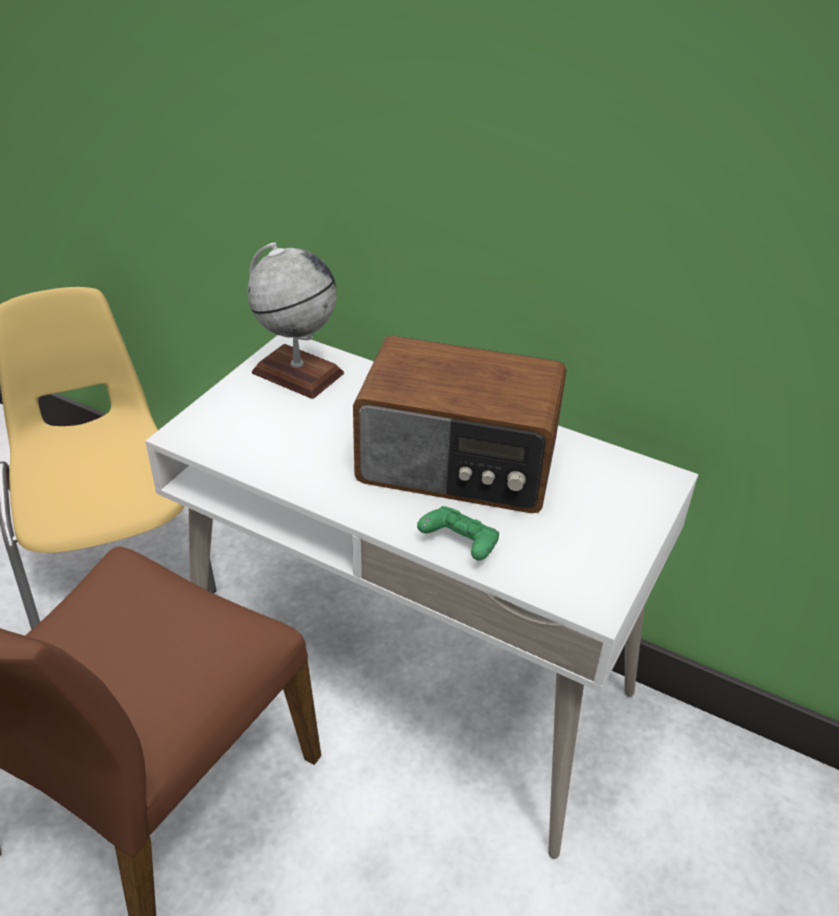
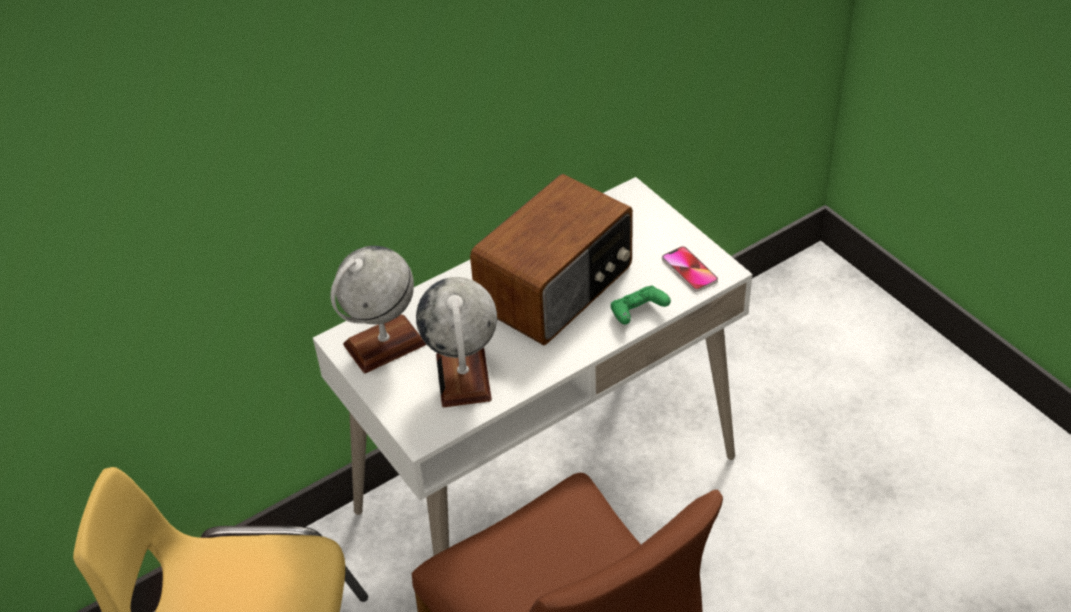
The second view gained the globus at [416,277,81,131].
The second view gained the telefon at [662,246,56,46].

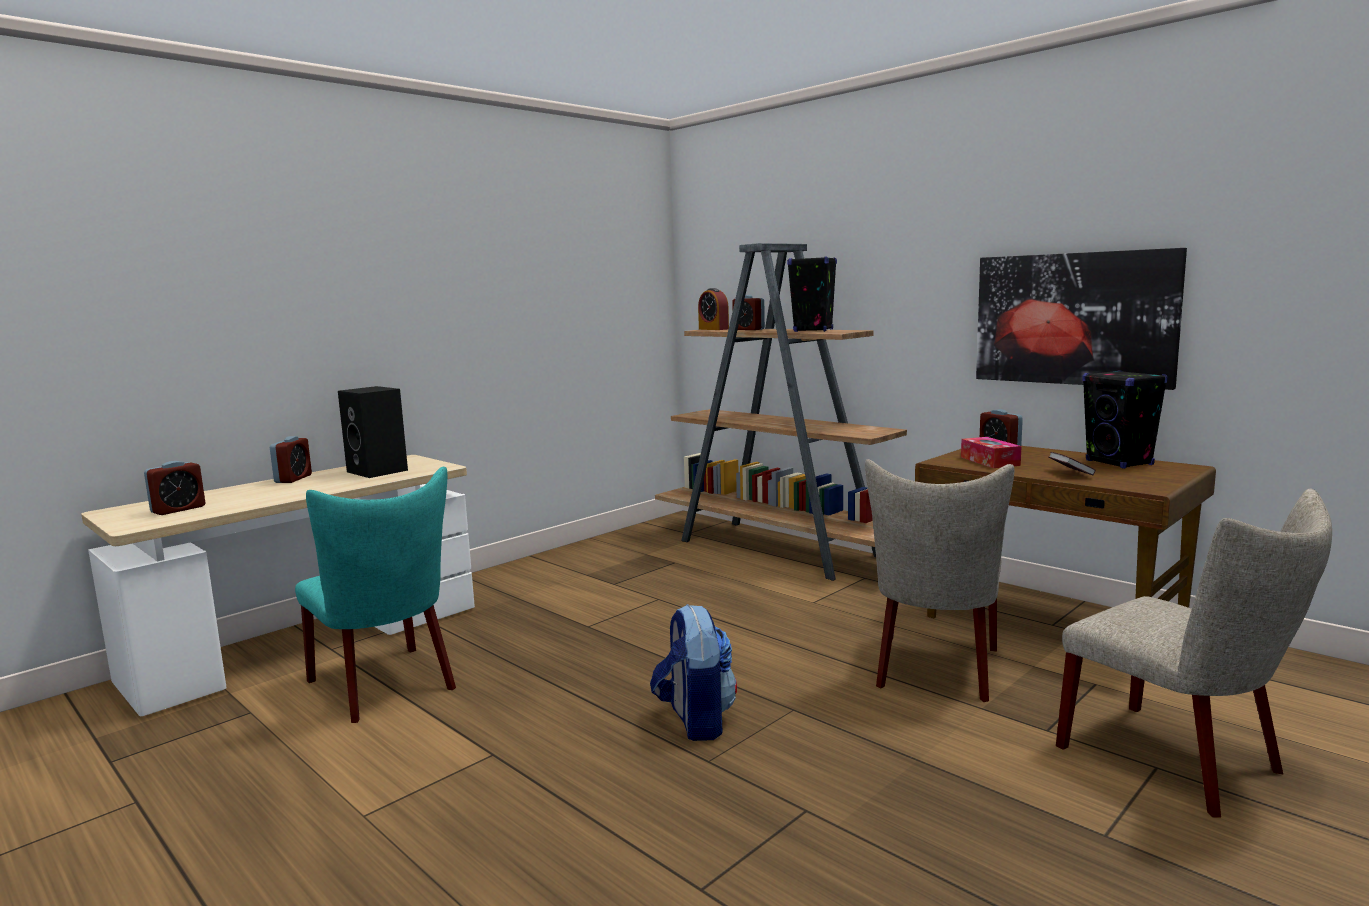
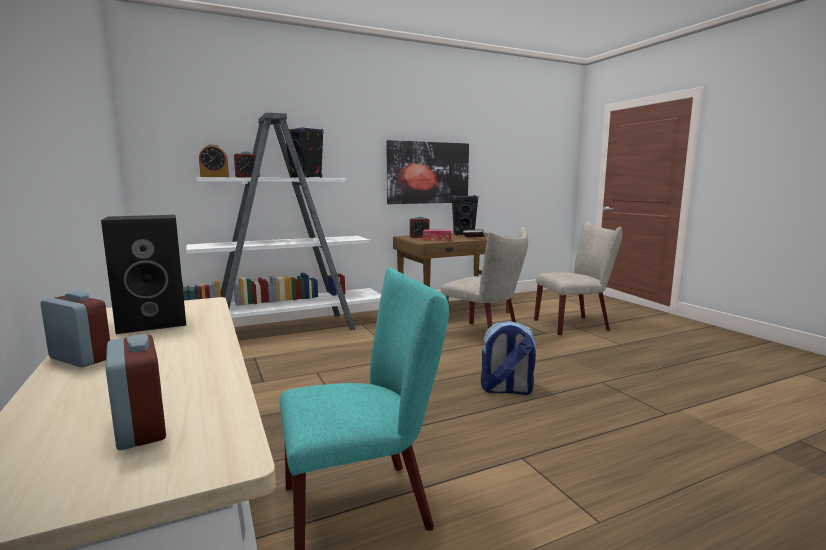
What was the regał [brązowy] at [655,243,252,338] turned into the regał [biały] at [182,112,199,218].

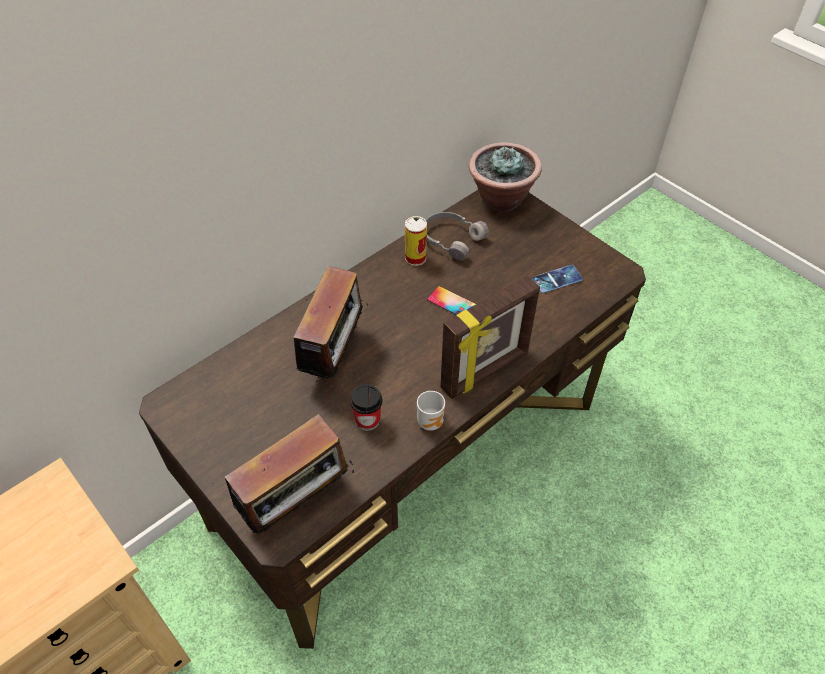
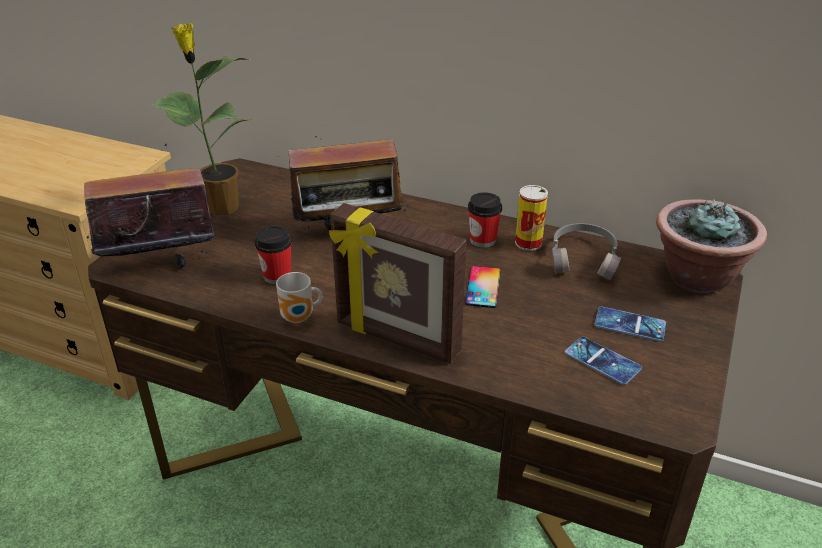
The radio at [225,414,129,120] ended up facing another way, 135 degrees clockwise from before.
The second view gained the roślina doniczkowa at [150,23,102,192].
The second view gained the filiżanka at [468,192,34,56].
The second view gained the telefon at [594,306,72,35].

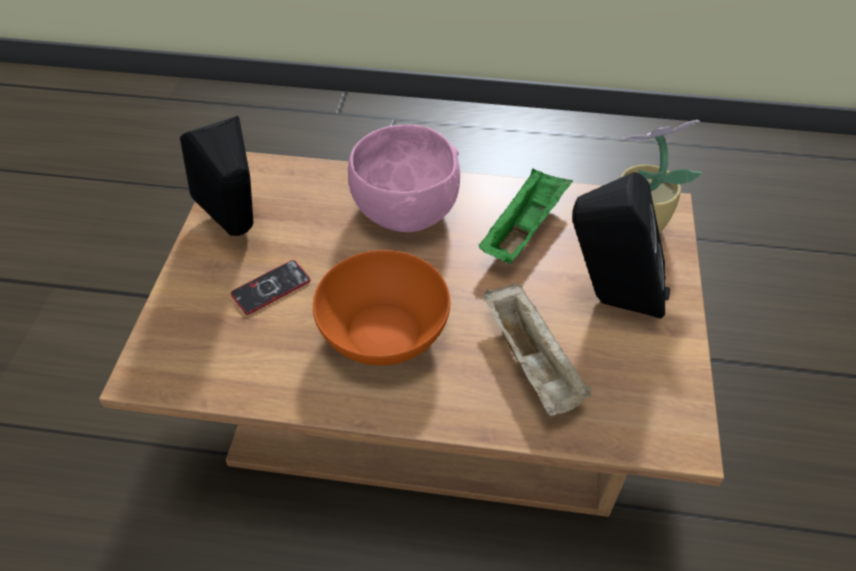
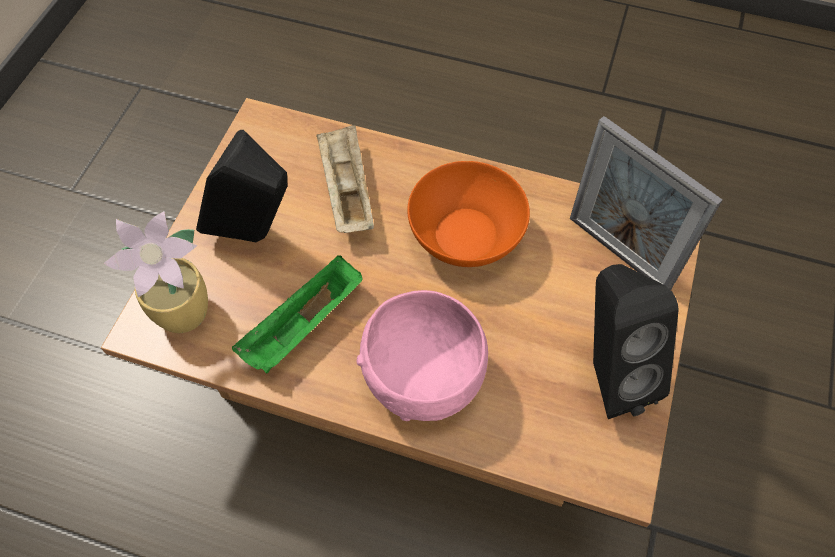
The second view lost the telefon at [231,260,80,54].
The second view gained the ramka na zdjęcie at [570,116,152,174].

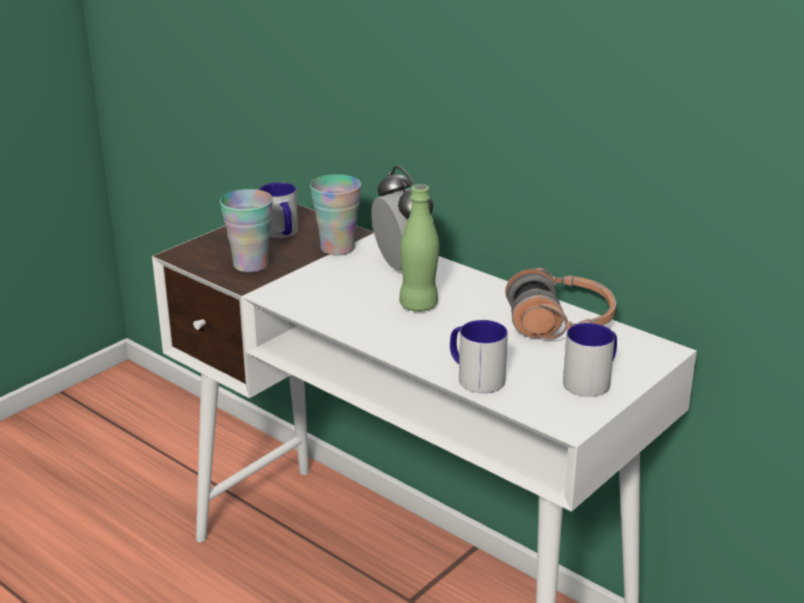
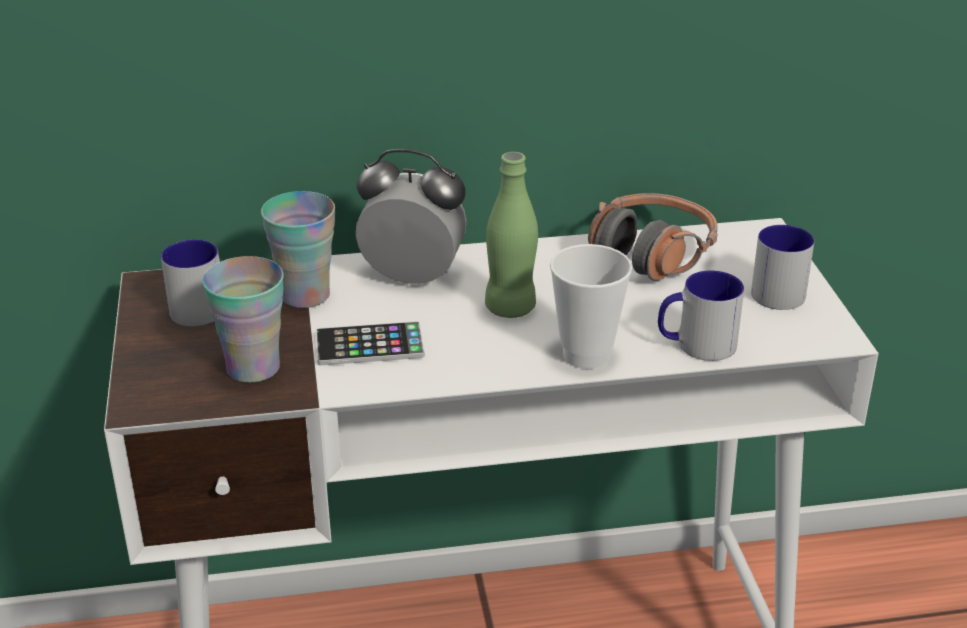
The second view gained the telefon at [316,321,109,44].
The second view gained the filiżanka at [550,244,82,125].

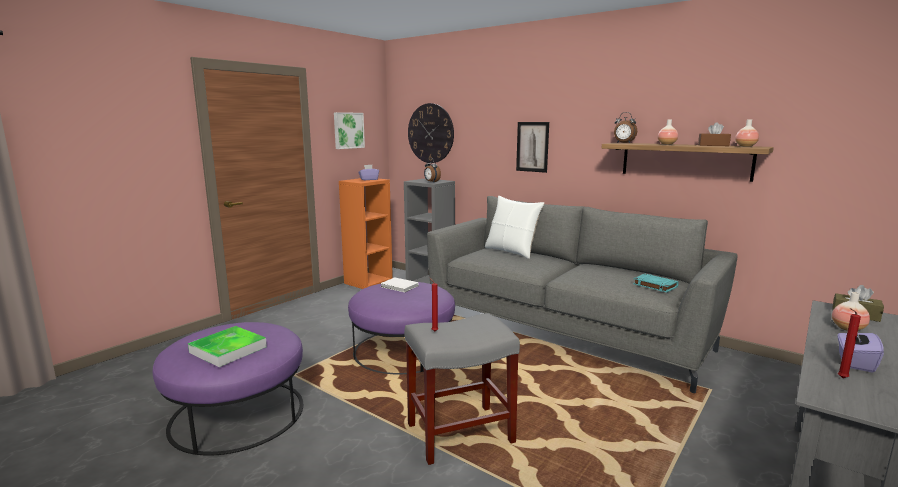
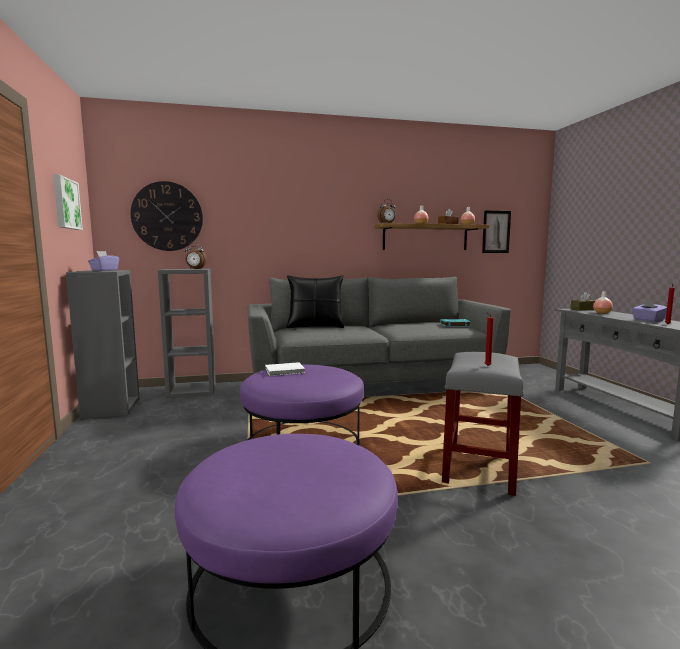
The second view lost the taca at [188,326,79,41].
What was the regał [pomarańczowy] at [339,178,54,111] turned into the regał [szary] at [66,270,74,149].
What was the poduszka [biały] at [485,196,59,63] turned into the poduszka [czarny] at [287,275,57,53].
The obraz ended up elsewhere, having gone from [516,122,33,51] to [482,210,29,43].

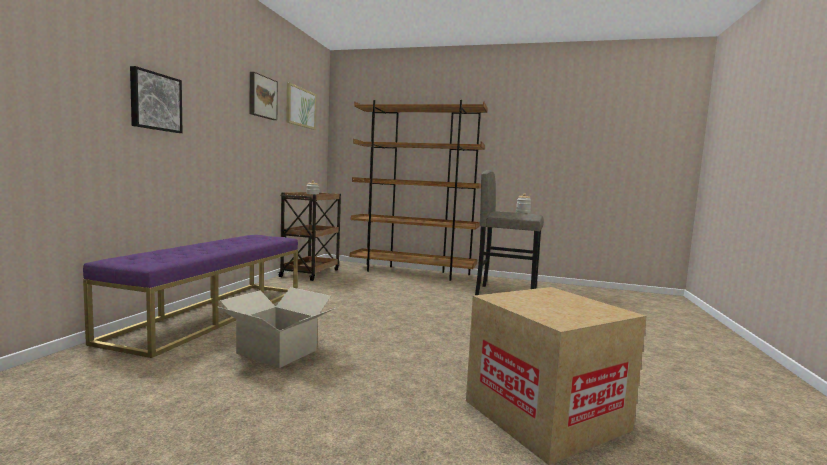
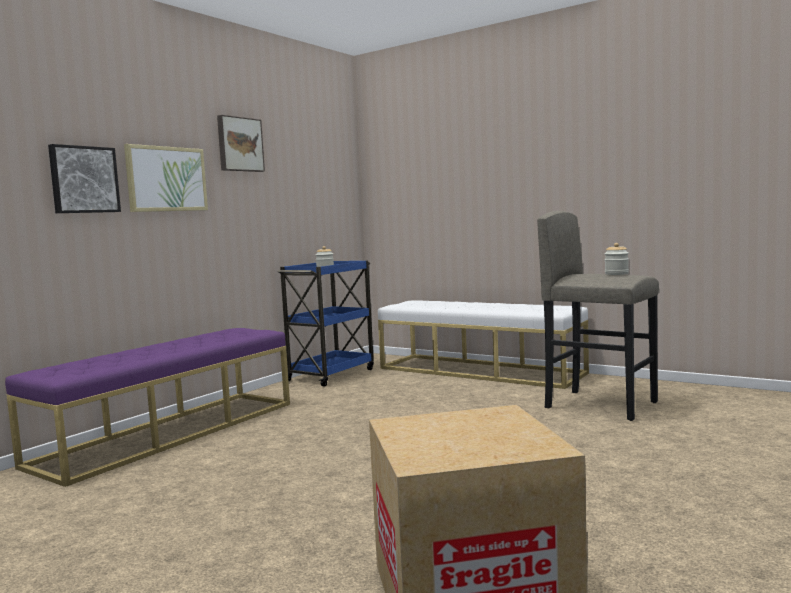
The second view lost the karton at [218,287,117,81].
What was the wózek [brązowy] at [277,192,64,89] turned into the wózek [niebieski] at [277,261,97,126].
The obraz ended up elsewhere, having gone from [286,83,30,47] to [124,144,84,68].
Where the regał [brązowy] stood at [350,100,138,181], the ławka [biały] came to stand at [378,300,211,89].

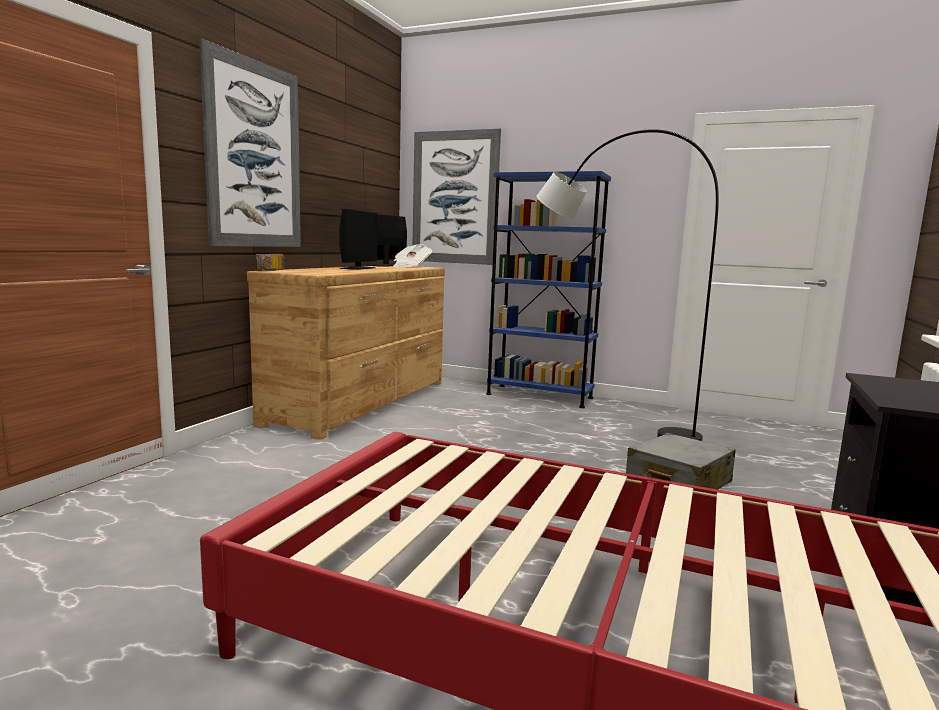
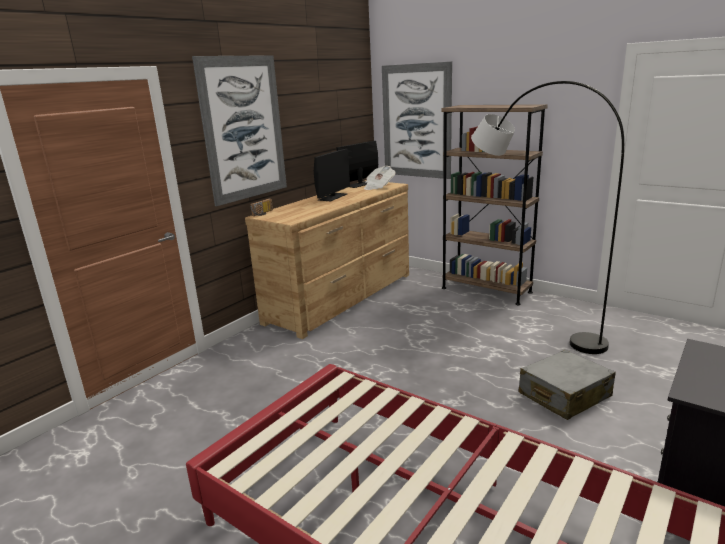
What was the regał [niebieski] at [486,171,125,237] turned into the regał [brązowy] at [441,104,107,201].

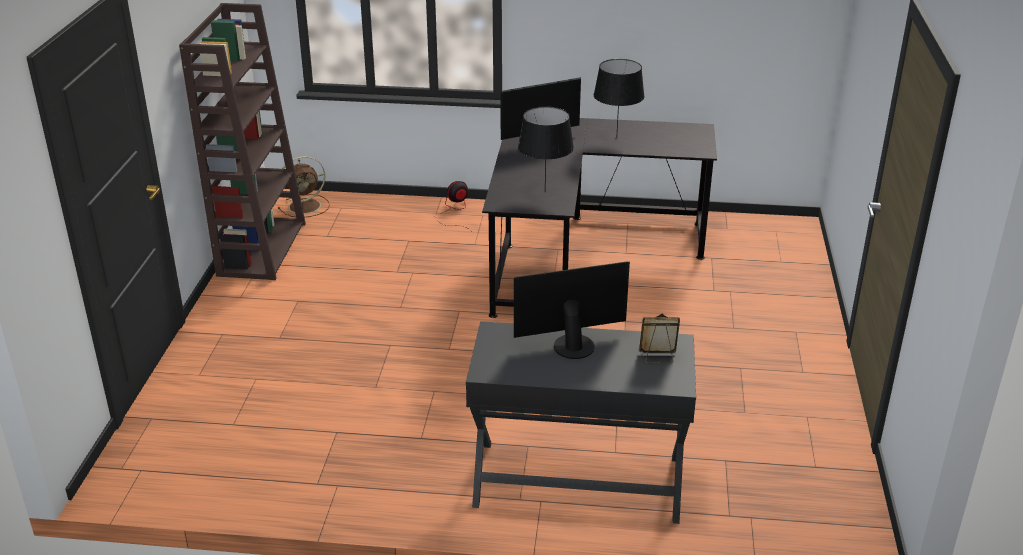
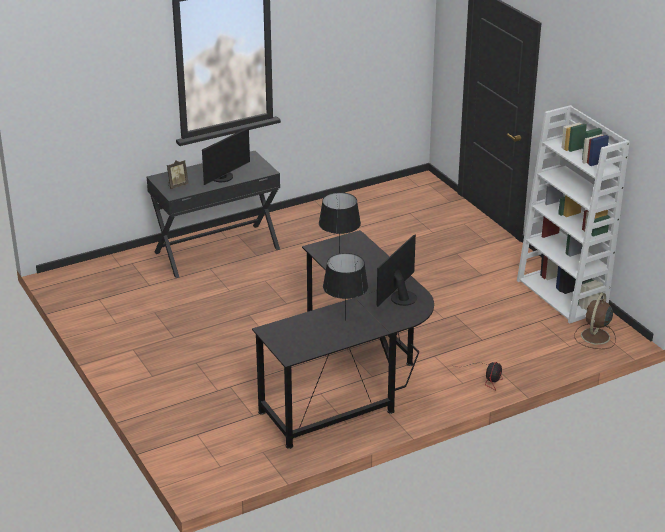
What was the regał [brązowy] at [179,3,127,277] turned into the regał [biały] at [517,105,113,219].

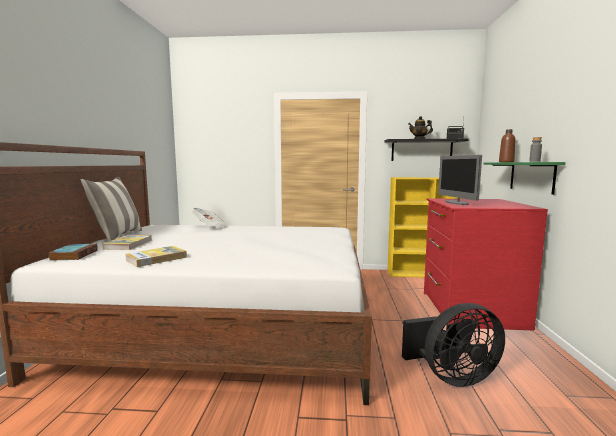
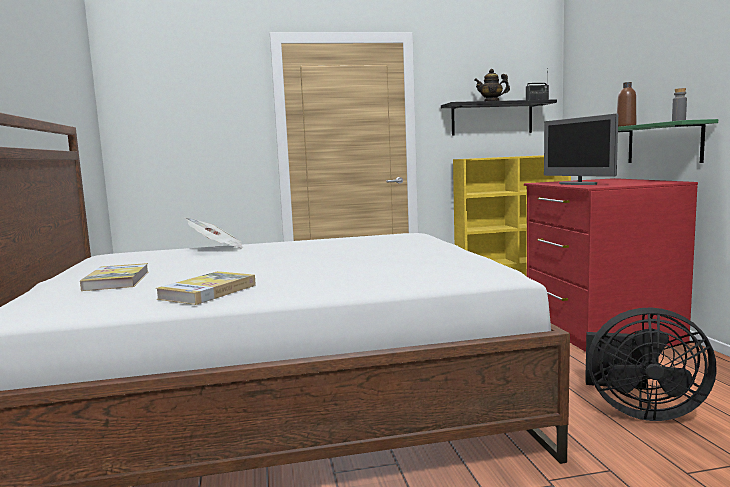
The second view lost the książka at [48,244,50,17].
The second view lost the poduszka at [81,176,61,65].
The wentylator [czarny] at [402,303,103,84] ended up facing another way, 45 degrees clockwise from before.

